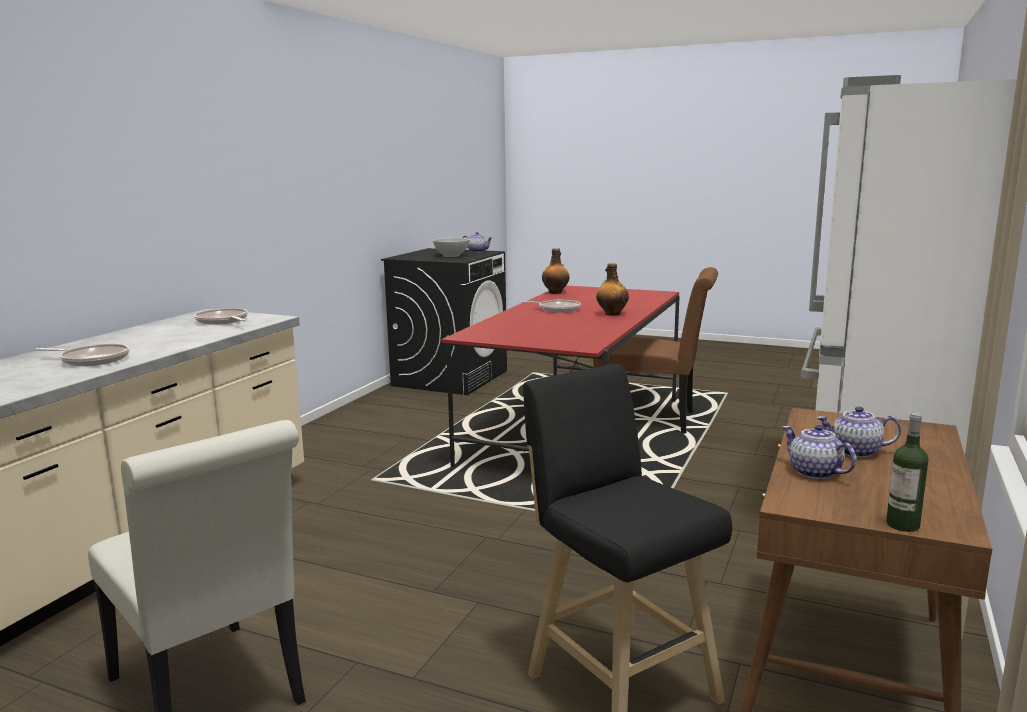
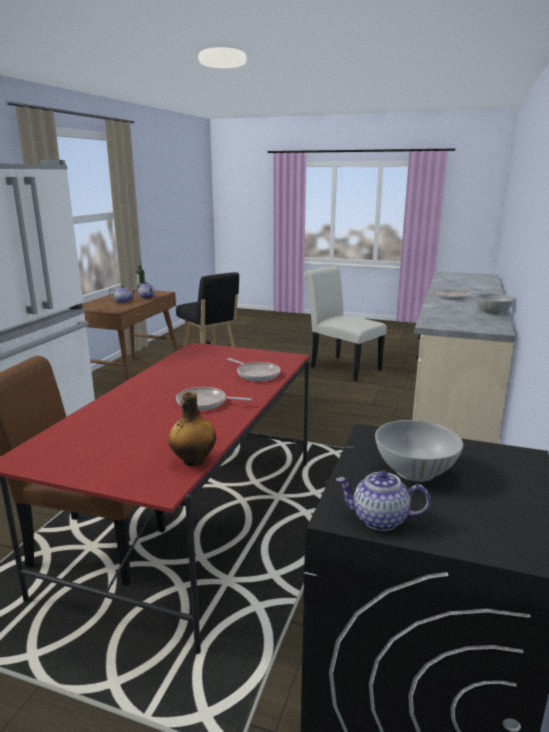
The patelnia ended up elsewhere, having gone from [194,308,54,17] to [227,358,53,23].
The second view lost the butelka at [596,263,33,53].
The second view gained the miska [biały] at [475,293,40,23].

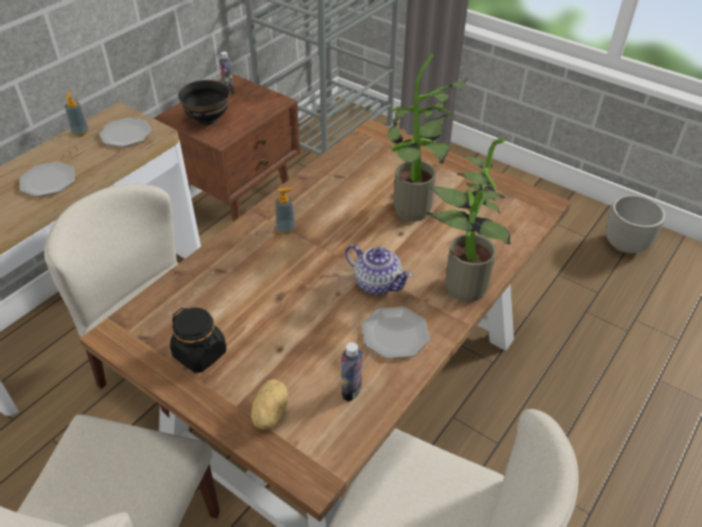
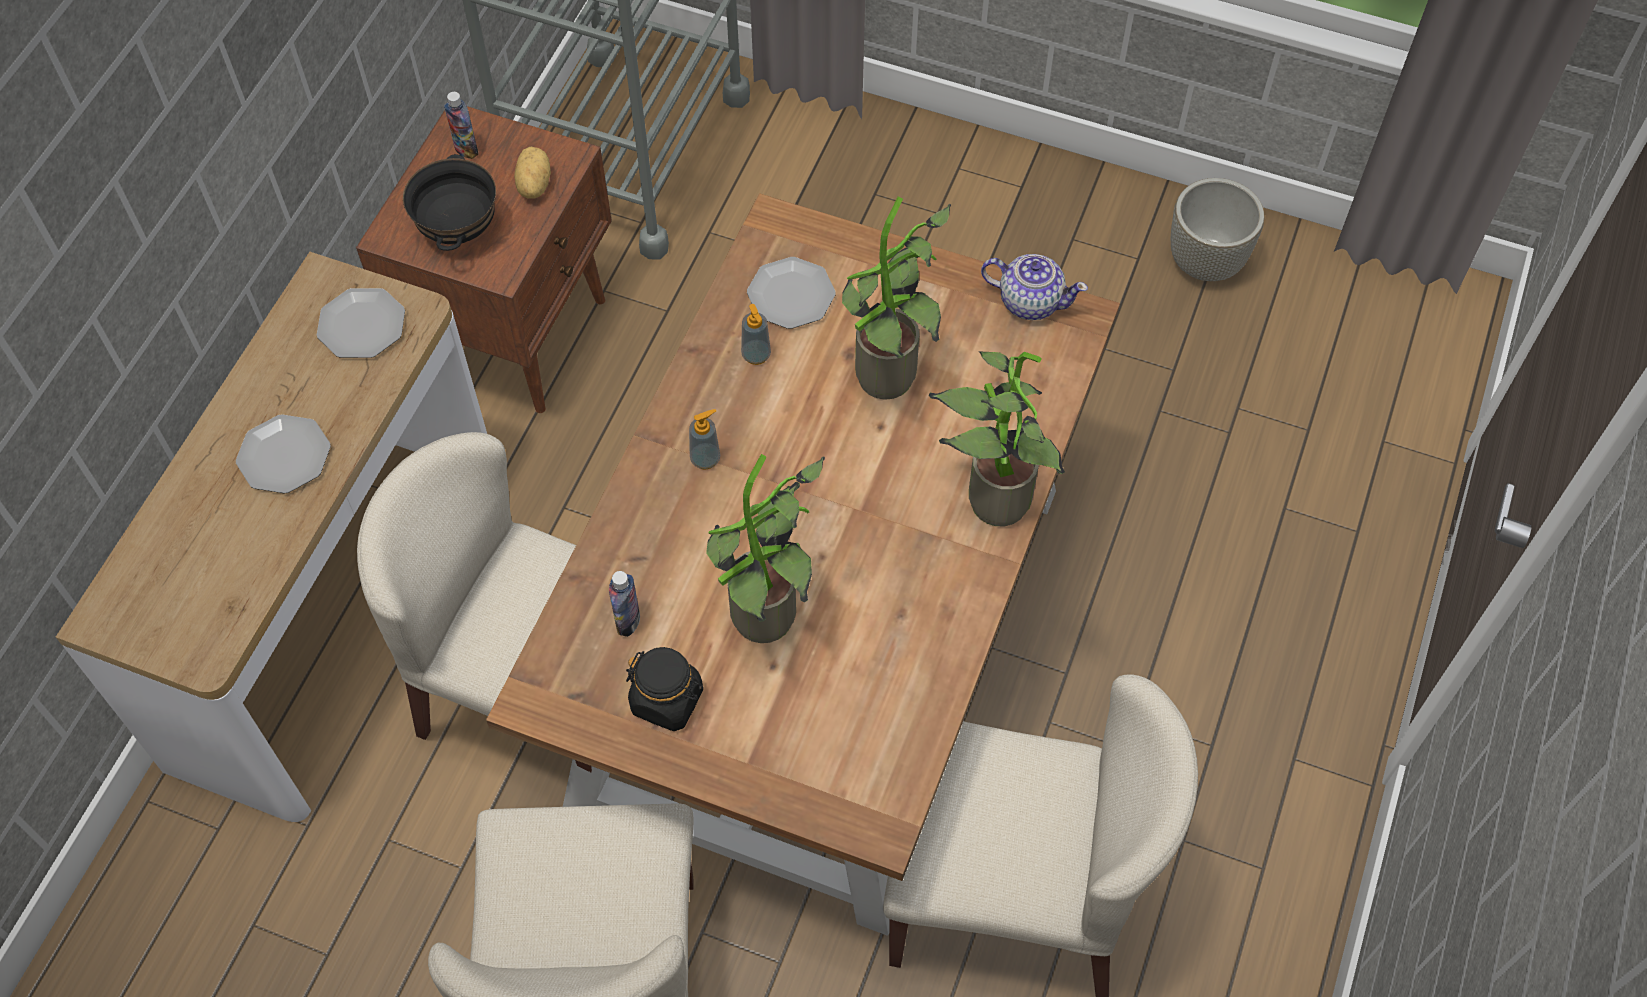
The dozownik mydła ended up elsewhere, having gone from [65,92,24,45] to [741,304,30,61].
The ziemniak ended up elsewhere, having gone from [251,379,38,51] to [514,147,37,51].
The butelka ended up elsewhere, having gone from [341,342,21,60] to [609,571,31,66].
The imbryk ended up elsewhere, having gone from [345,244,68,51] to [981,254,107,66].
The talerz ended up elsewhere, having gone from [362,306,68,53] to [747,257,89,72].
The second view gained the roślina doniczkowa at [706,454,119,189].

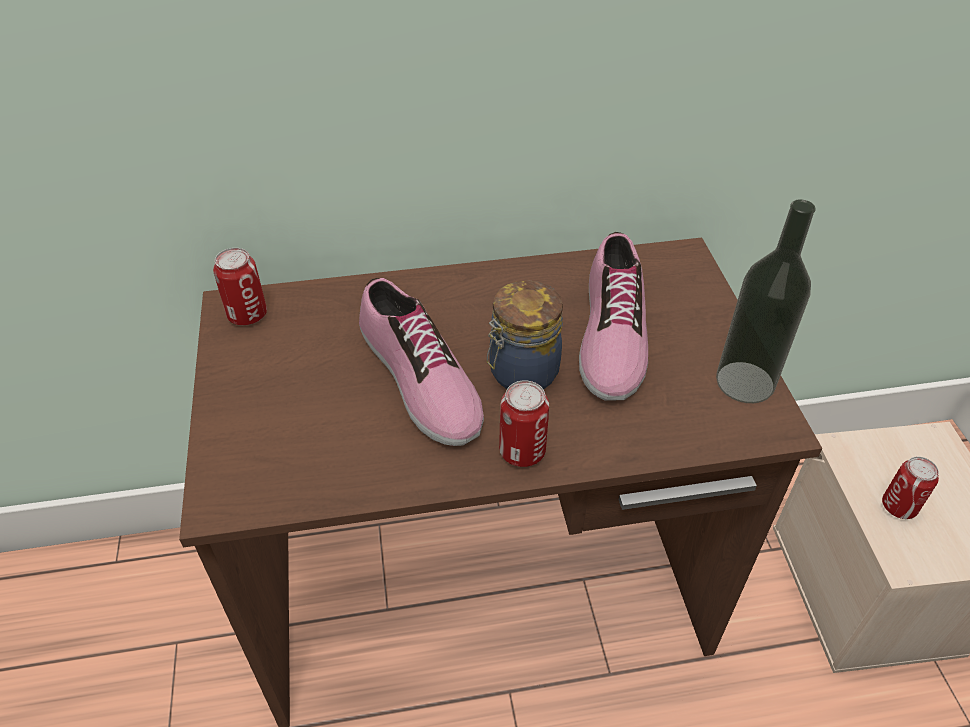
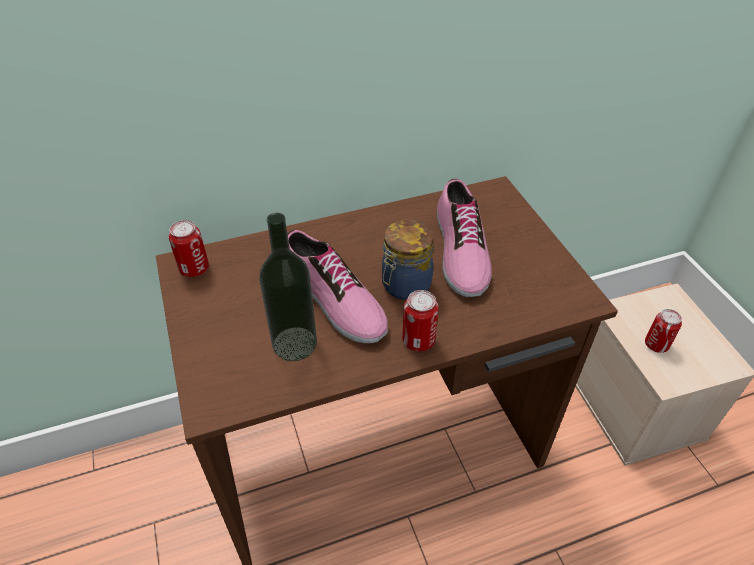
The butelka ended up elsewhere, having gone from [716,200,99,203] to [259,213,58,148].

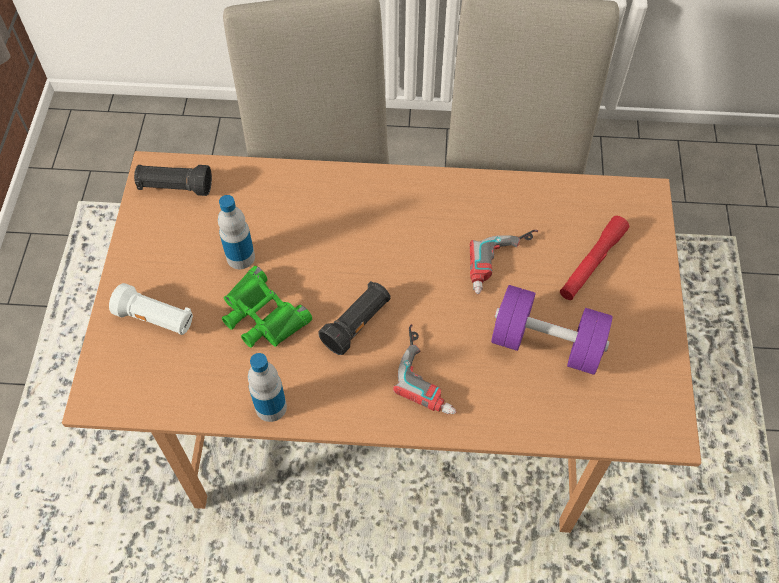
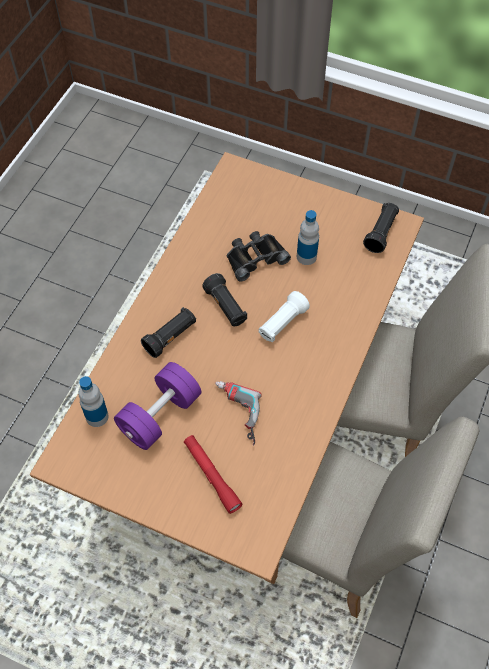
The latarka [biały] ended up elsewhere, having gone from [109,283,84,52] to [258,291,52,52].
What was the lornetka [zielony] at [222,266,90,82] turned into the lornetka [czarny] at [227,231,64,51].
The butelka ended up elsewhere, having gone from [248,353,39,69] to [78,376,31,51].
Where the wiertarka stood at [393,324,63,91], the latarka [czarny] came to stand at [141,307,55,51].

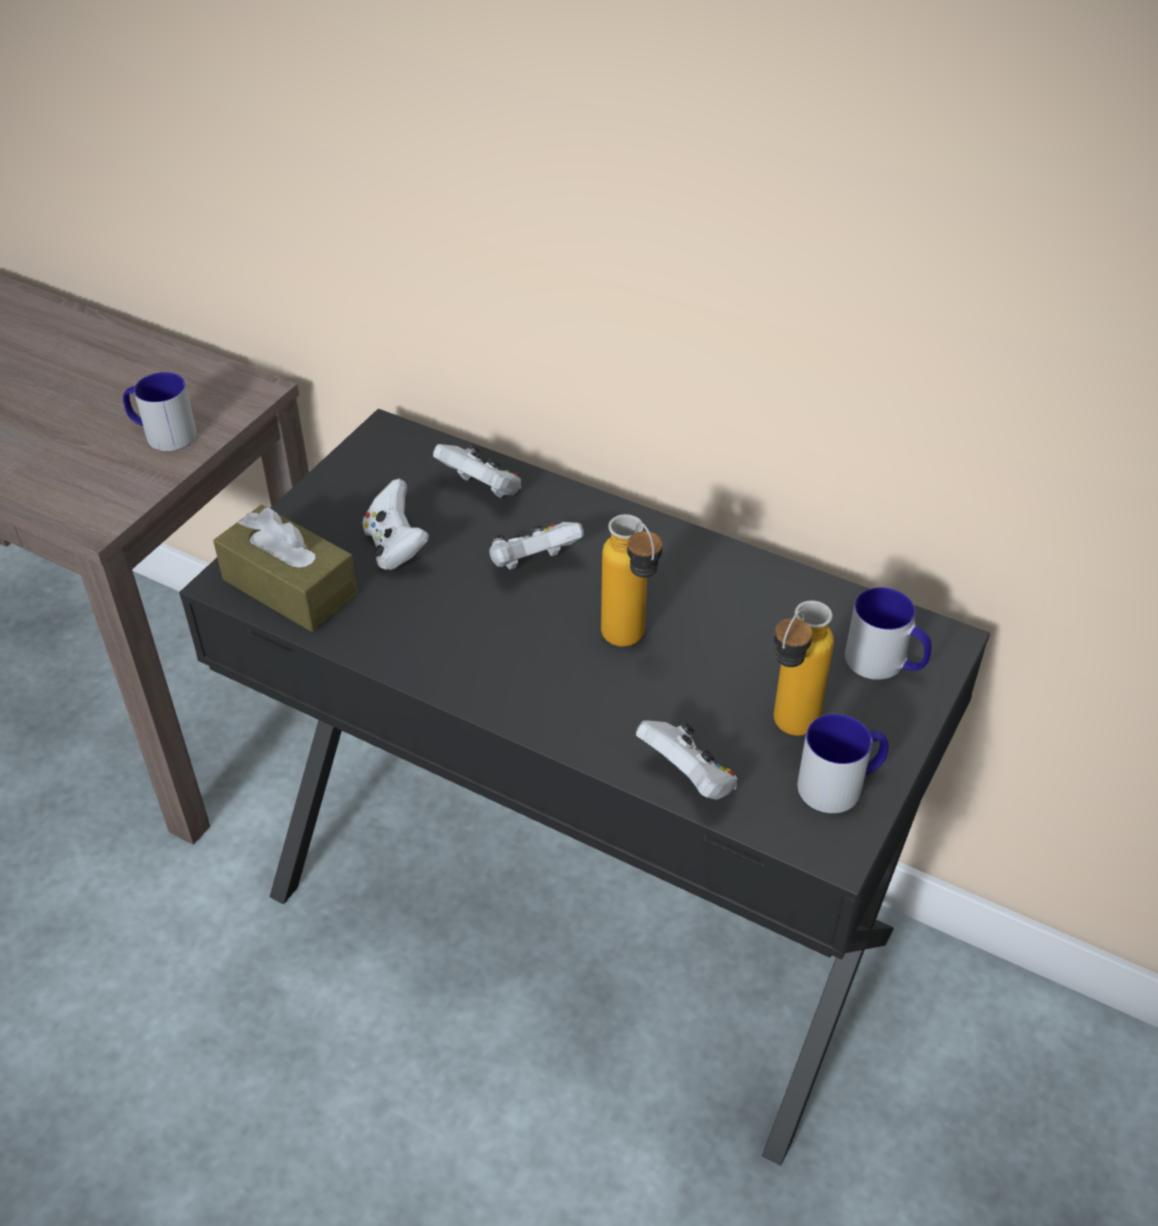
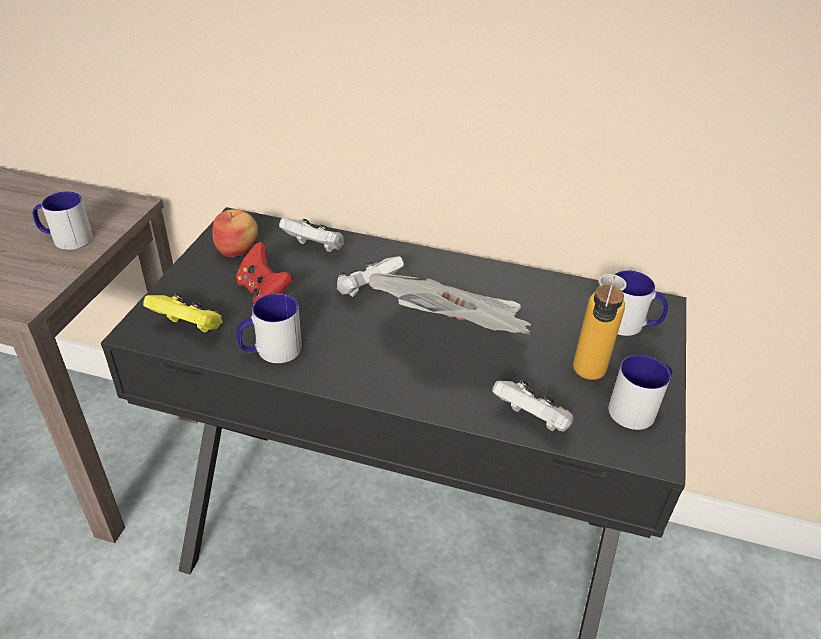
Where the pudełko chusteczek [brązowy] stood at [213,505,145,127], the pad do gier [żółty] came to stand at [143,293,79,40].
What was the pad do gier [biały] at [362,479,67,91] turned into the pad do gier [czerwony] at [236,242,57,61].
Where the butelka stood at [601,514,61,133], the gazeta came to stand at [369,273,163,62].
The second view gained the jabłko at [212,209,46,48].
The second view gained the kubek at [237,293,65,70].

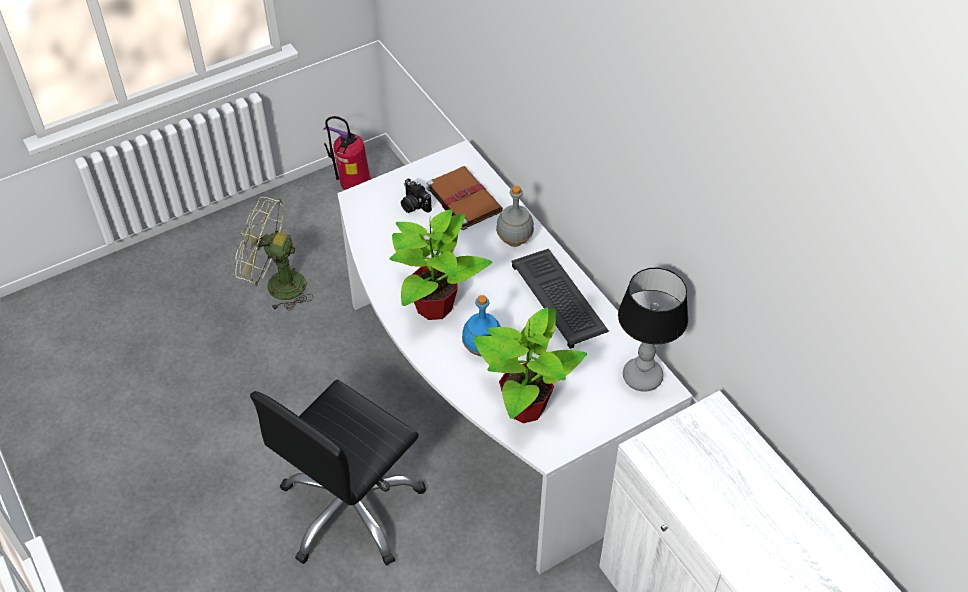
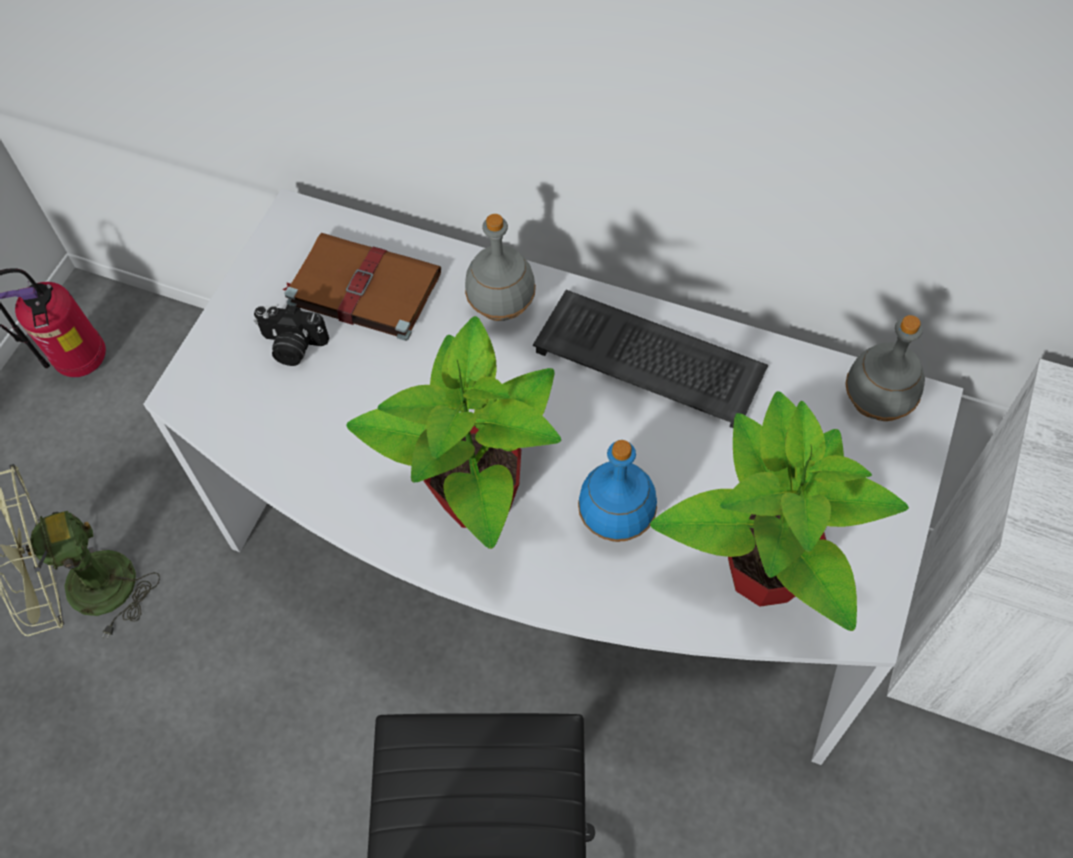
Where the lampa stołowa stood at [618,268,70,124], the butelka [szary] came to stand at [845,315,80,106].

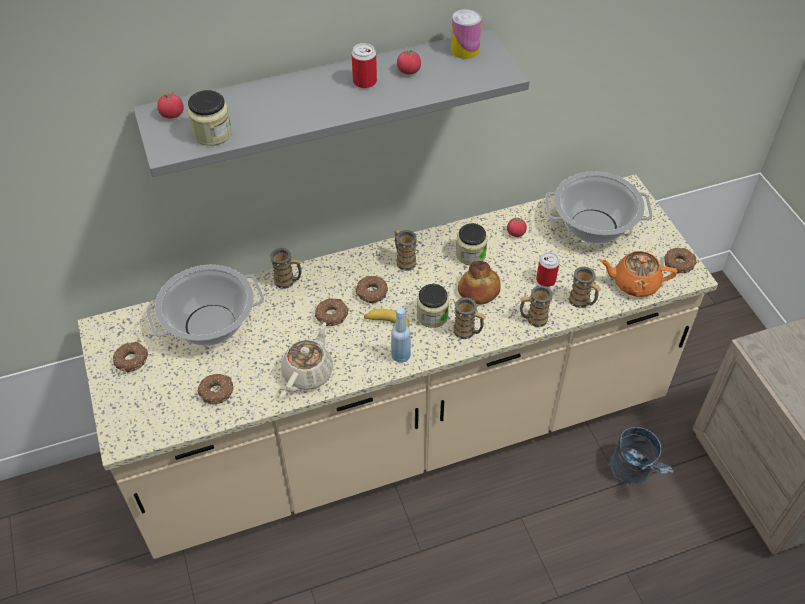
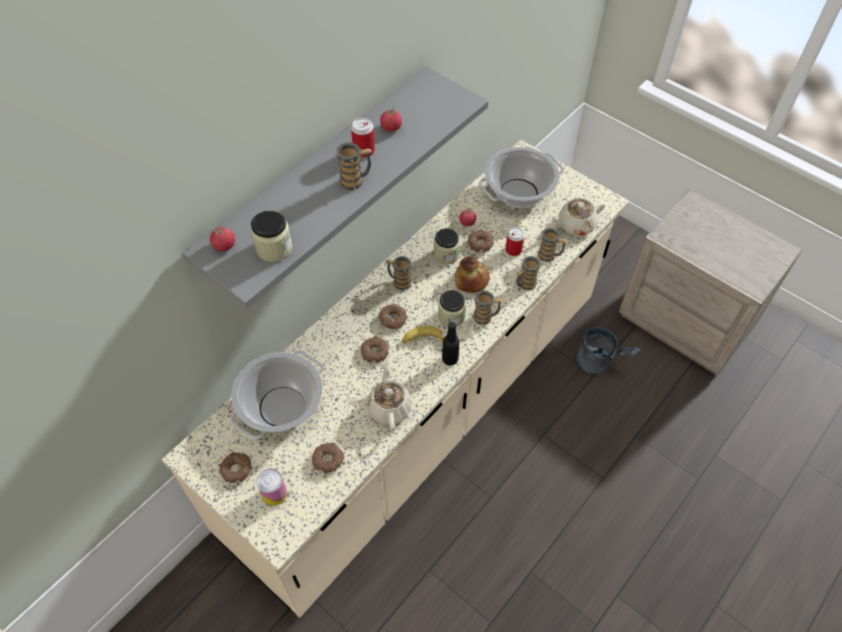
The kubek ended up elsewhere, having gone from [269,248,33,41] to [336,142,36,48].
What was the butelka [niebieski] at [391,307,20,56] turned into the butelka [czarny] at [442,322,18,44].
The puszka ended up elsewhere, having gone from [451,9,31,50] to [256,469,31,37].
What was the imbryk [pomarańczowy] at [600,251,77,46] turned into the imbryk [beżowy] at [551,198,54,38].
The donut ended up elsewhere, having gone from [664,247,33,27] to [468,230,26,23].

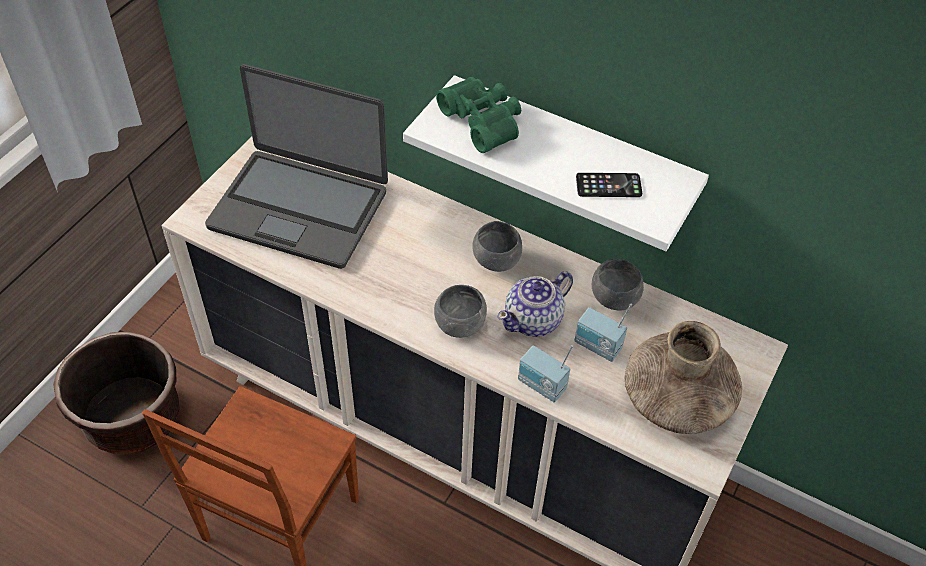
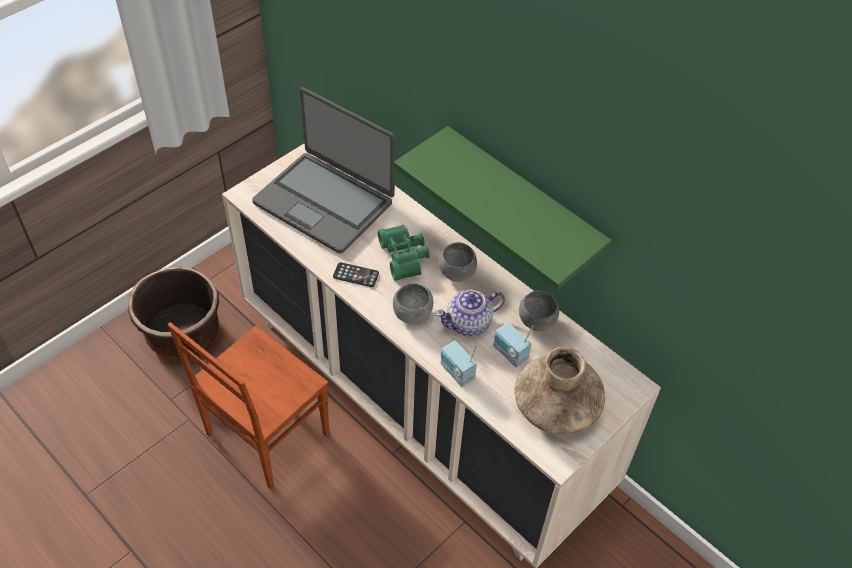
What was the półka [biały] at [403,75,306,176] turned into the półka [zielony] at [394,126,218,164].
The lornetka [zielony] ended up elsewhere, having gone from [436,77,85,76] to [378,225,52,56].
The telefon ended up elsewhere, having gone from [576,173,66,24] to [333,262,46,25].

